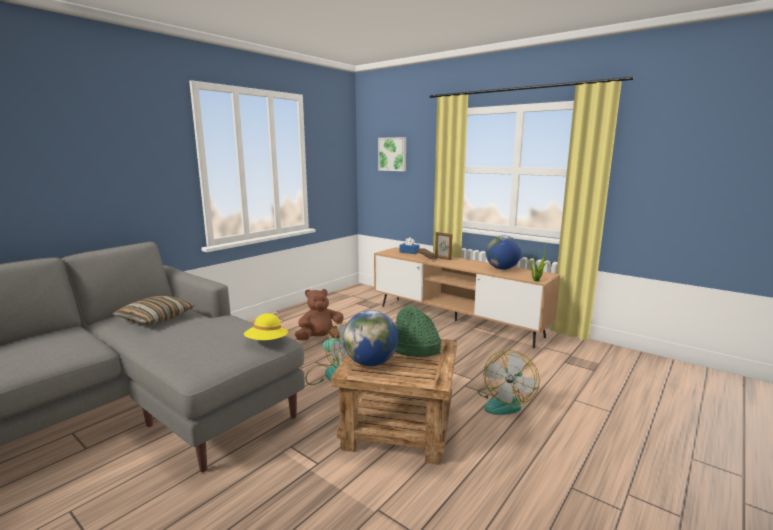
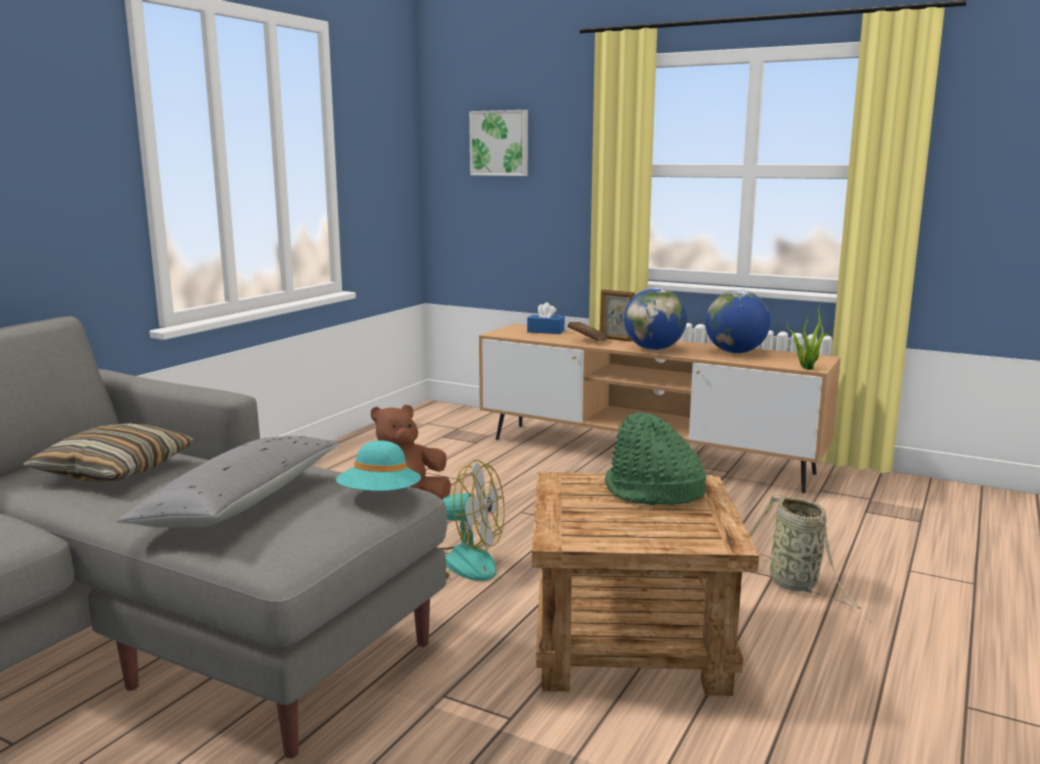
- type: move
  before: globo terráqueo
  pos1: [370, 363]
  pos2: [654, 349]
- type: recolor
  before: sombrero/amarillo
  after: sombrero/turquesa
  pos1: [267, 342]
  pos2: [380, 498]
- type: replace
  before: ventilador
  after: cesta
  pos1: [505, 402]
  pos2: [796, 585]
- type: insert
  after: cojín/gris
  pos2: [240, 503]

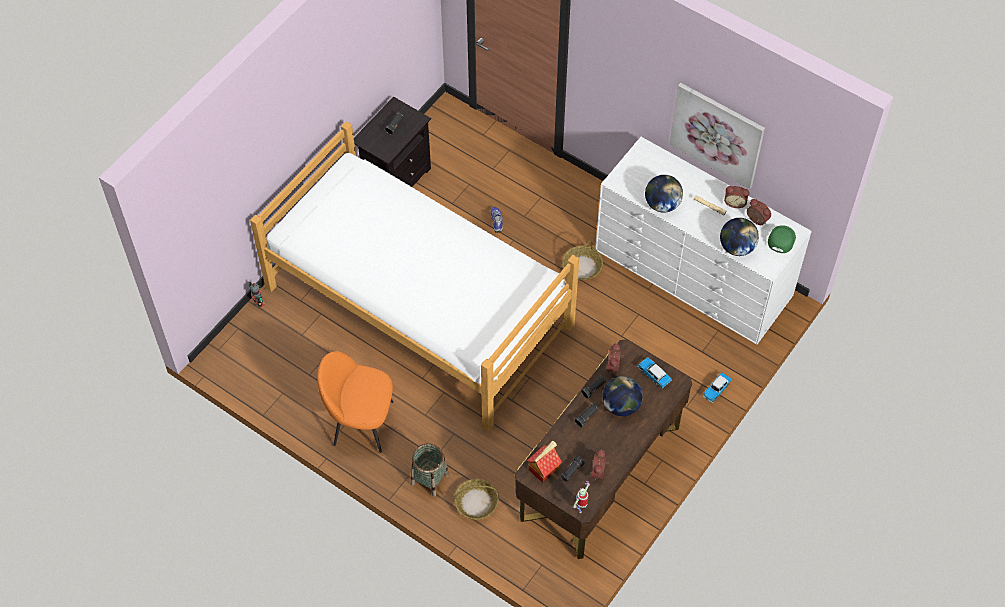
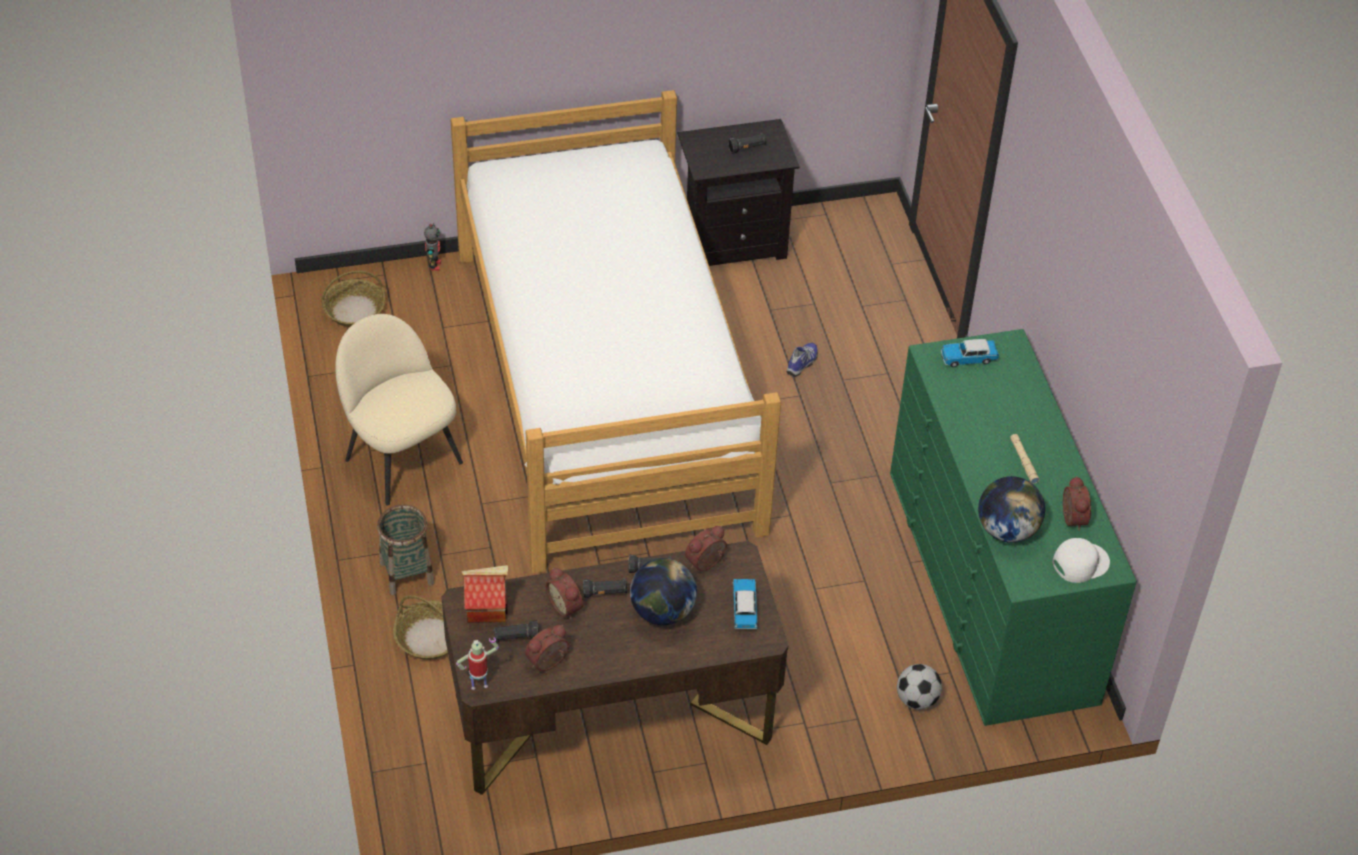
- type: delete
  before: cuadro
  pos1: [717, 134]
- type: recolor
  before: cómoda/blanco
  after: cómoda/verde
  pos1: [693, 273]
  pos2: [991, 585]
- type: delete
  before: globo terráqueo
  pos1: [662, 204]
- type: move
  before: despertador
  pos1: [735, 202]
  pos2: [566, 606]
- type: recolor
  before: gorra/verde
  after: gorra/blanco
  pos1: [781, 239]
  pos2: [1080, 562]
- type: move
  before: cesta
  pos1: [582, 267]
  pos2: [354, 310]
- type: recolor
  before: silla/naranja
  after: silla/beis
  pos1: [361, 422]
  pos2: [402, 459]
- type: move
  before: coche de juguete
  pos1: [716, 389]
  pos2: [968, 358]
- type: insert
  after: balón de fútbol
  pos2: [916, 700]

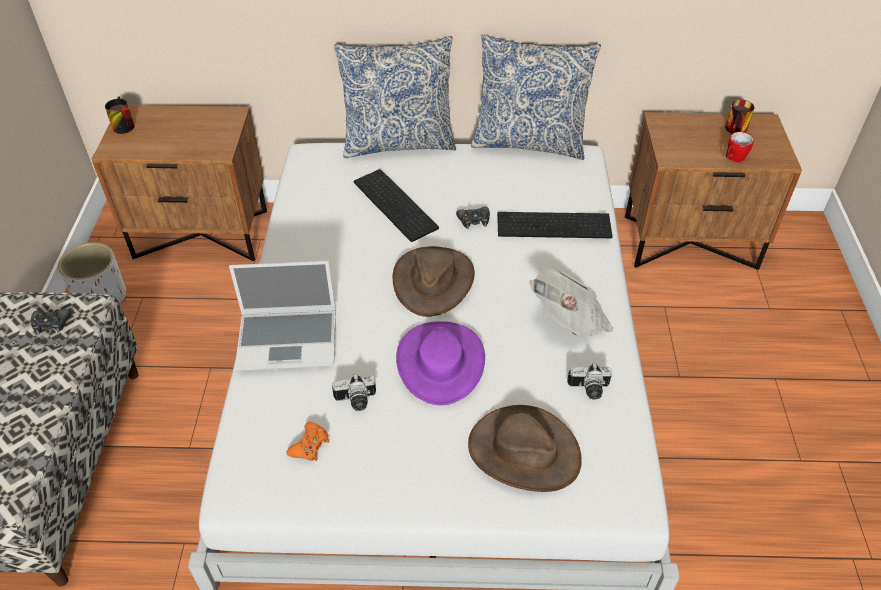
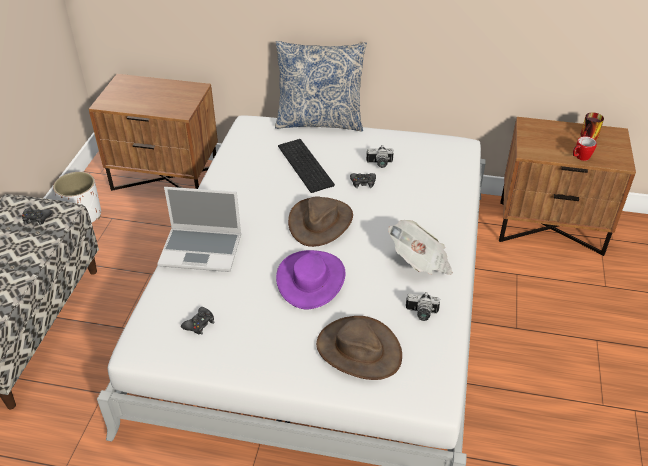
- type: delete
  before: cojín
  pos1: [529, 142]
- type: delete
  before: taza grande
  pos1: [121, 125]
- type: delete
  before: teclado
  pos1: [555, 224]
- type: move
  before: cámara
  pos1: [356, 401]
  pos2: [379, 164]
- type: recolor
  before: mando de consola/naranja
  after: mando de consola/negro
  pos1: [310, 446]
  pos2: [199, 324]

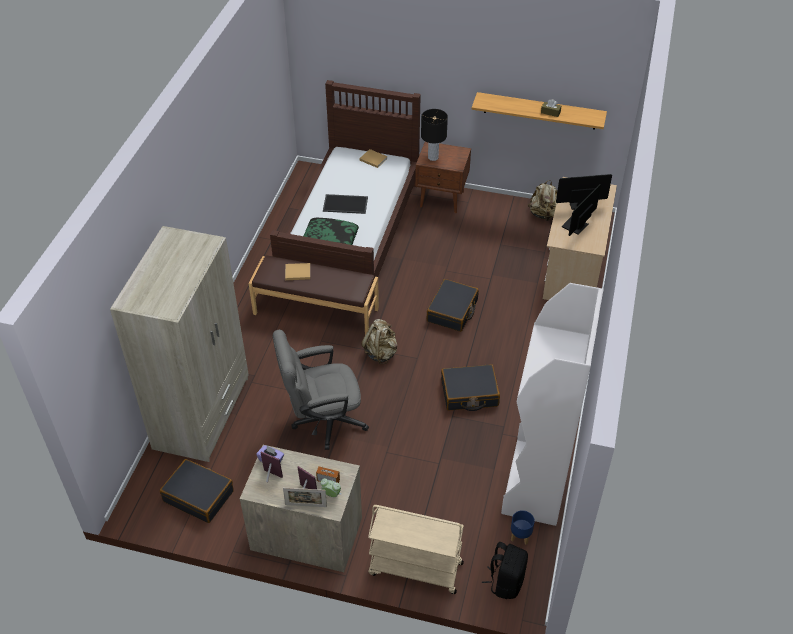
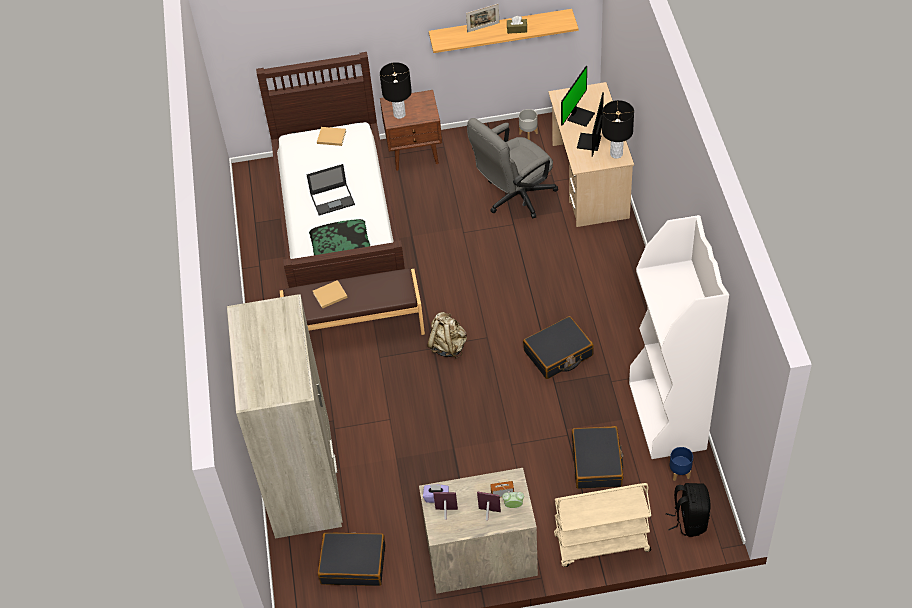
- type: rotate
  before: monitor
  pos1: [578, 203]
  pos2: [580, 116]
  turn: 150
- type: replace
  before: mochila/beis
  after: maceta/gris
  pos1: [543, 214]
  pos2: [528, 133]
- type: replace
  before: bandeja
  after: portátil
  pos1: [346, 204]
  pos2: [333, 199]
- type: move
  before: maleta/negro
  pos1: [452, 311]
  pos2: [597, 463]
- type: move
  before: silla de oficina/gris
  pos1: [322, 421]
  pos2: [514, 198]
- type: move
  before: portarretratos
  pos1: [306, 505]
  pos2: [483, 27]
- type: insert
  after: lámpara de mesa/negro
  pos2: [616, 154]

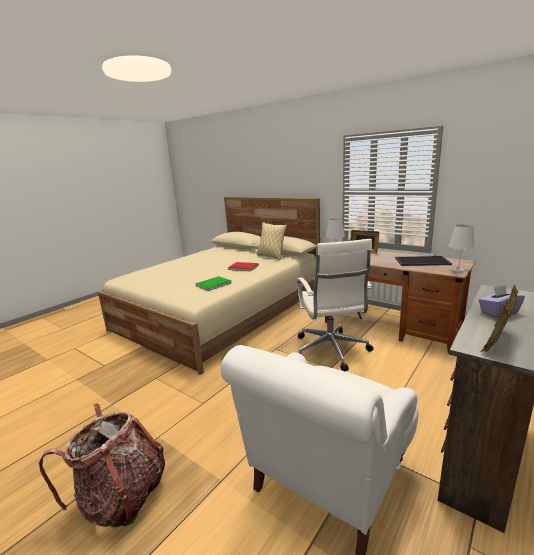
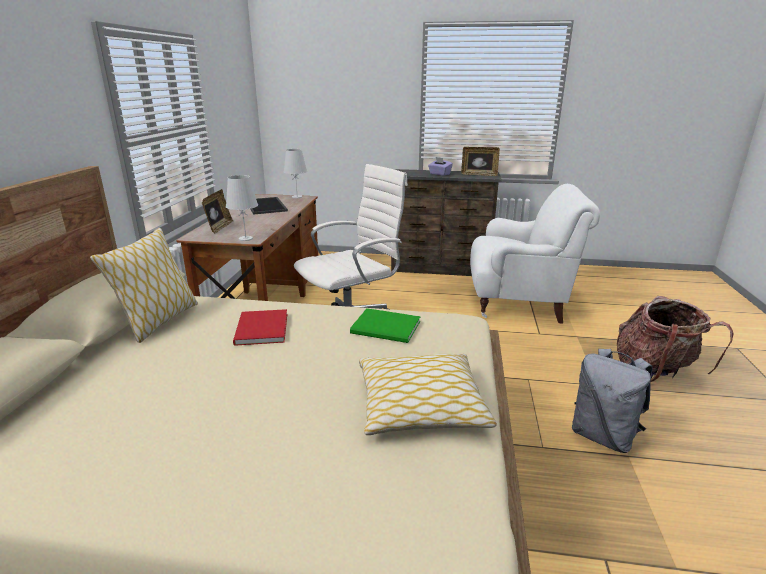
- type: insert
  after: mochila/gris
  pos2: [603, 436]
- type: insert
  after: cojín
  pos2: [420, 406]

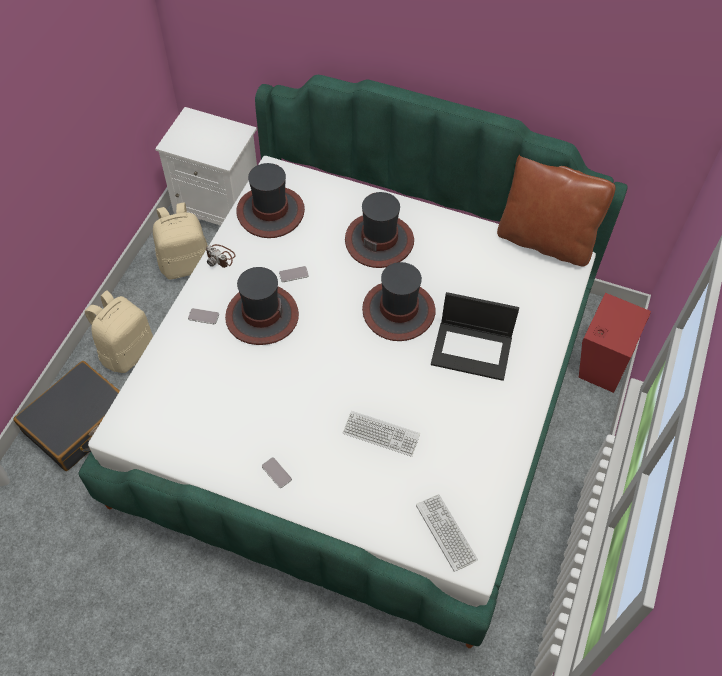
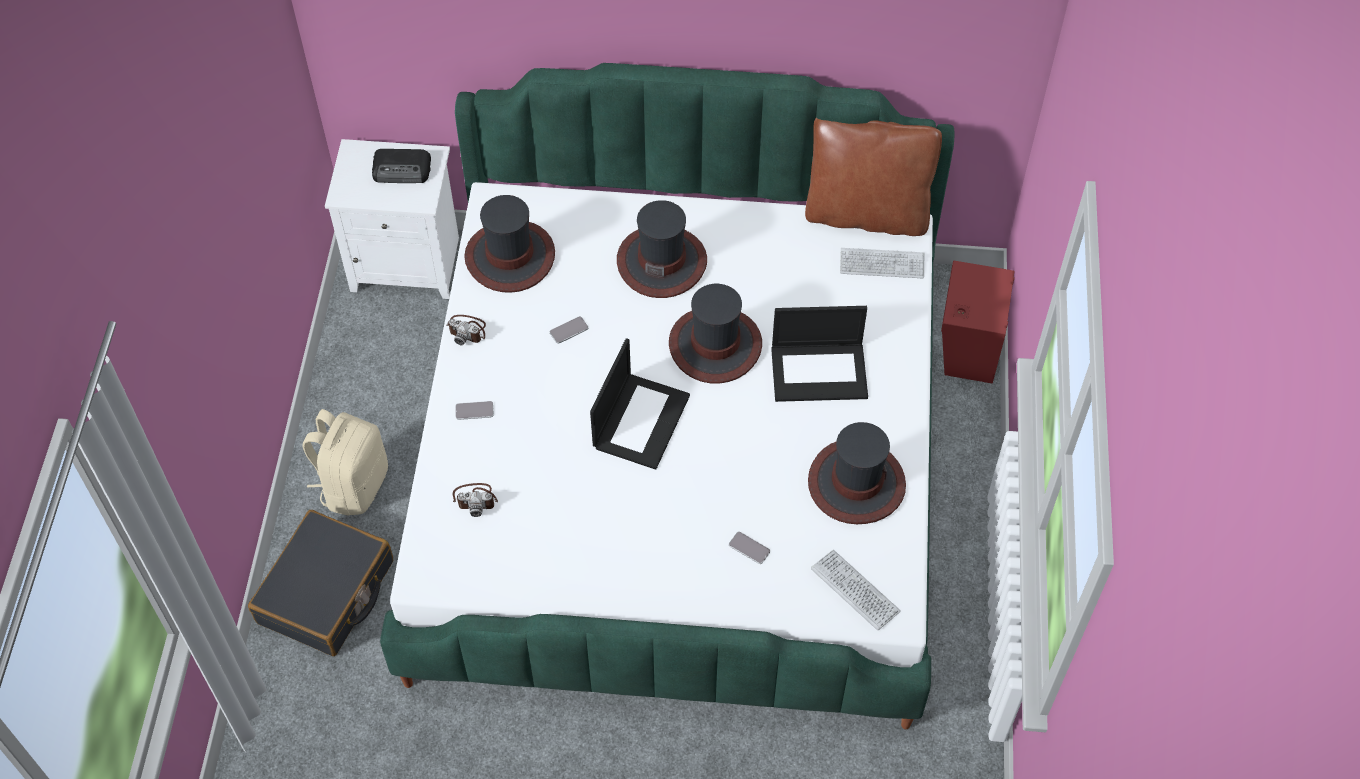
- type: delete
  before: mochila/beis
  pos1: [185, 264]
- type: move
  before: sombrero
  pos1: [261, 316]
  pos2: [856, 483]
- type: move
  before: teclado
  pos1: [381, 434]
  pos2: [882, 264]
- type: move
  before: móvil
  pos1: [276, 473]
  pos2: [749, 548]
- type: insert
  after: radio
  pos2: [402, 169]
- type: insert
  after: portátil
  pos2: [640, 420]
- type: insert
  after: cámara
  pos2: [475, 499]

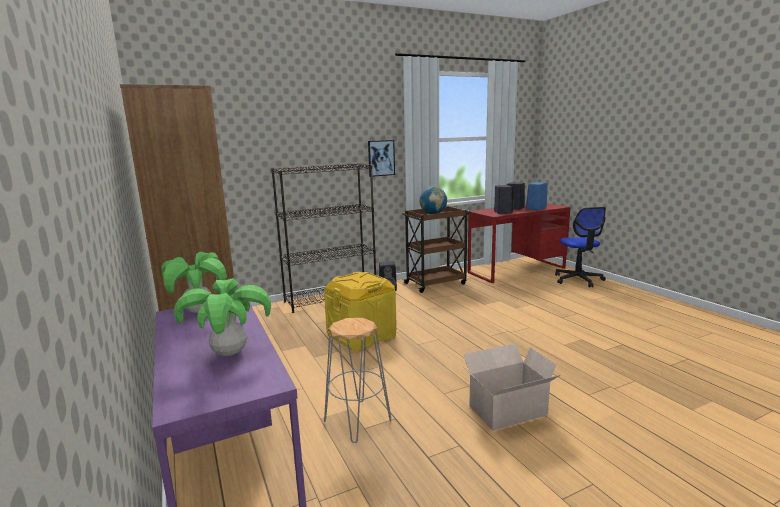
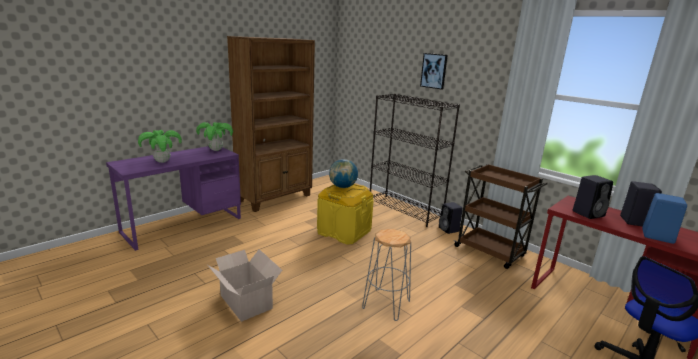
- type: move
  before: cuadro
  pos1: [381, 158]
  pos2: [434, 71]
- type: move
  before: globo terráqueo
  pos1: [433, 214]
  pos2: [343, 187]
- type: move
  before: taburete/gris
  pos1: [358, 421]
  pos2: [386, 305]

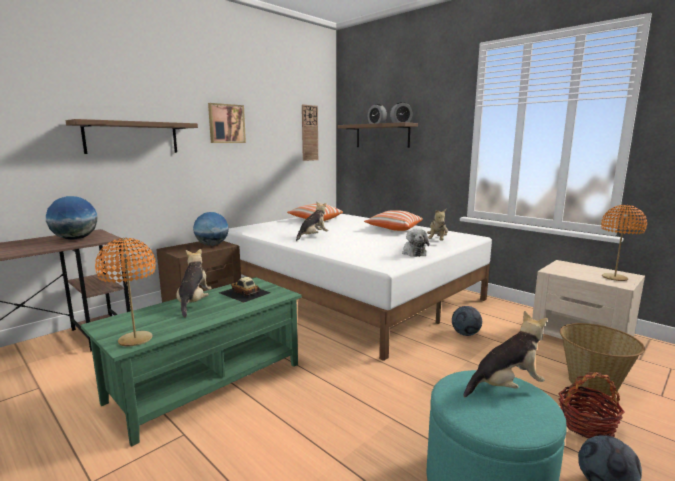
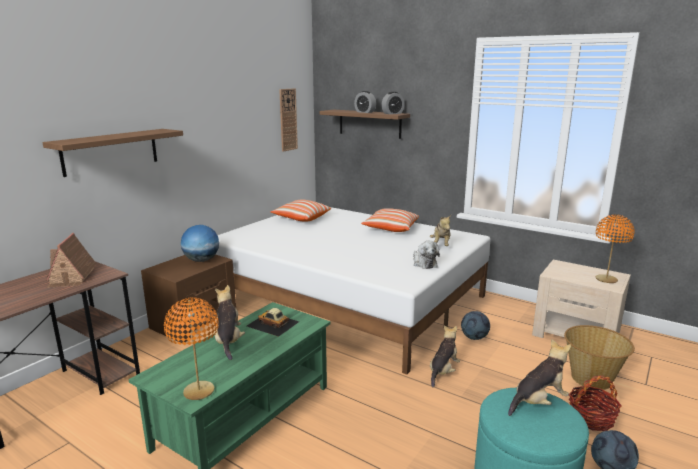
- type: delete
  before: cuadro
  pos1: [226, 123]
- type: replace
  before: globo terráqueo
  after: casita
  pos1: [75, 239]
  pos2: [72, 277]
- type: move
  before: peluche
  pos1: [313, 237]
  pos2: [443, 371]

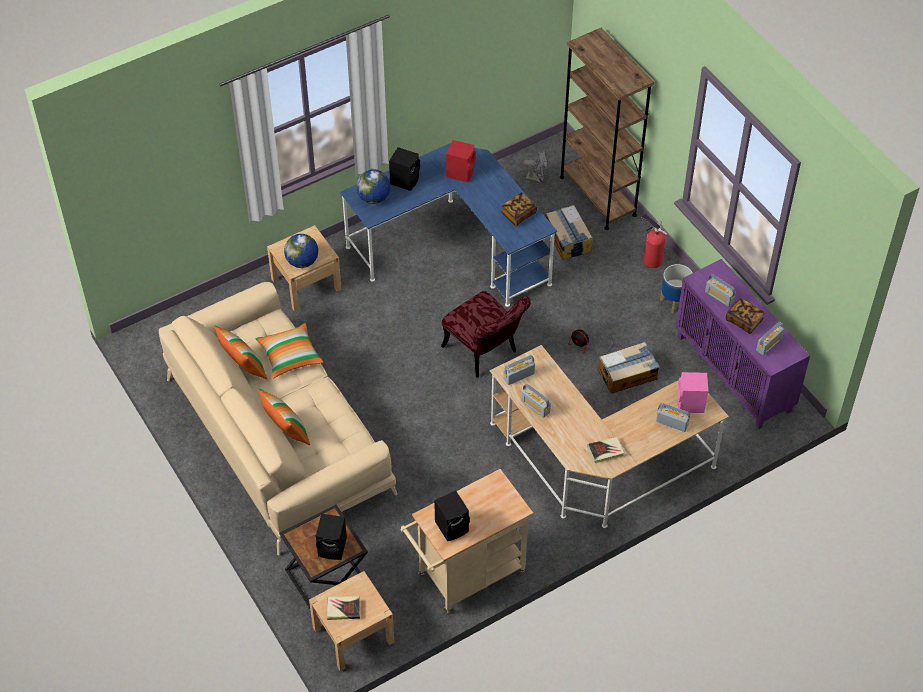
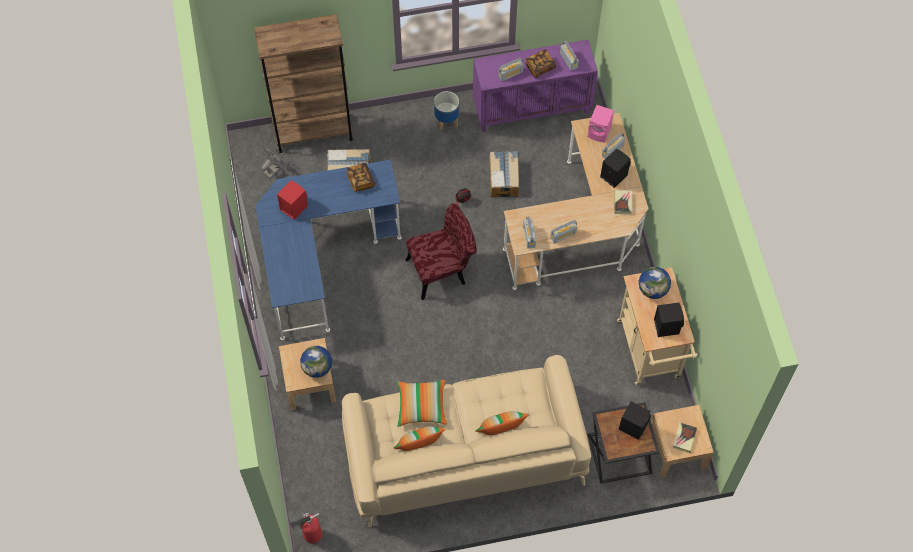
- type: move
  before: altavoz/negro
  pos1: [405, 180]
  pos2: [613, 175]
- type: move
  before: globo terráqueo
  pos1: [374, 198]
  pos2: [652, 290]
- type: move
  before: extintor
  pos1: [651, 260]
  pos2: [310, 535]

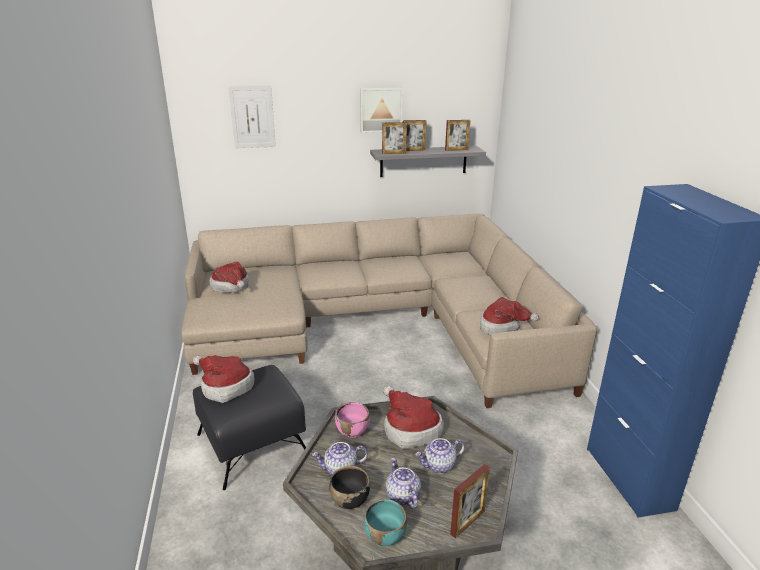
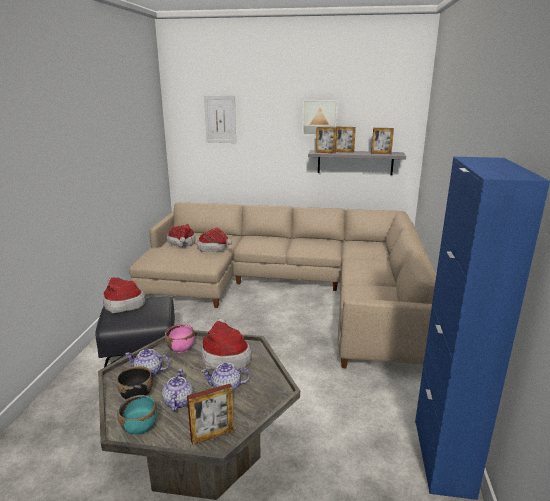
- type: move
  before: sombrero
  pos1: [502, 327]
  pos2: [214, 248]

